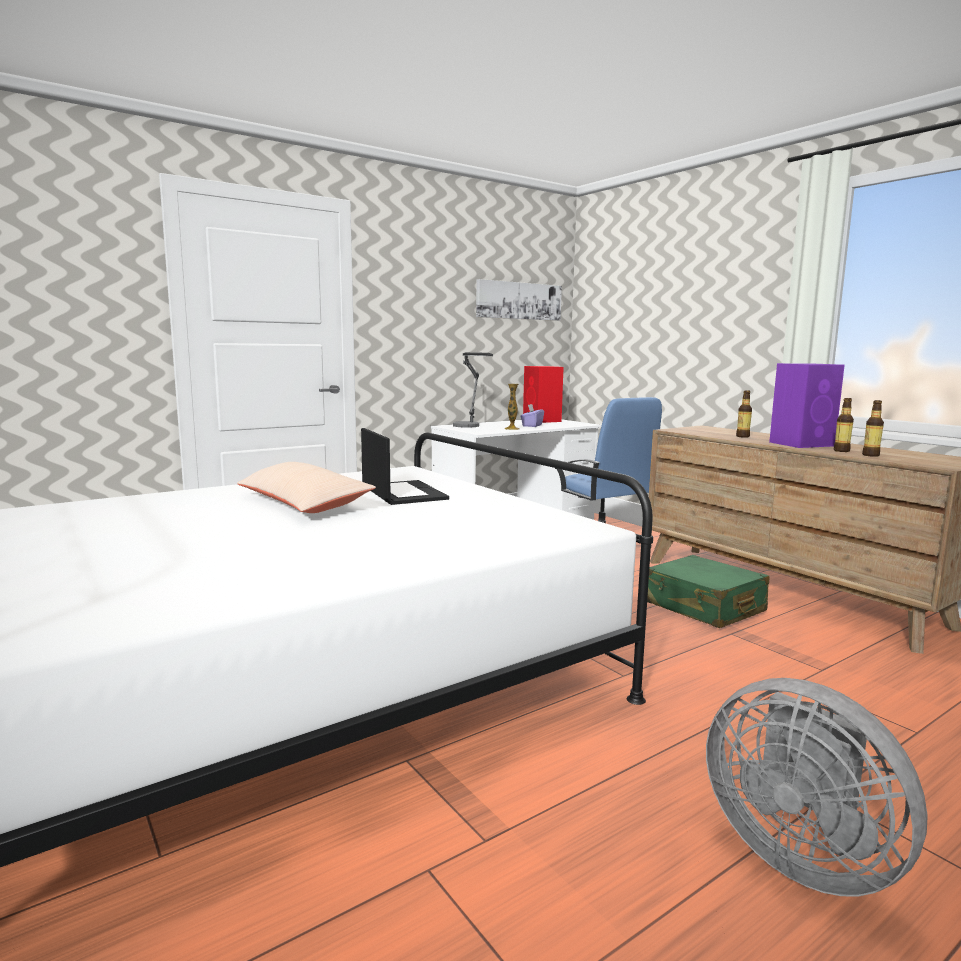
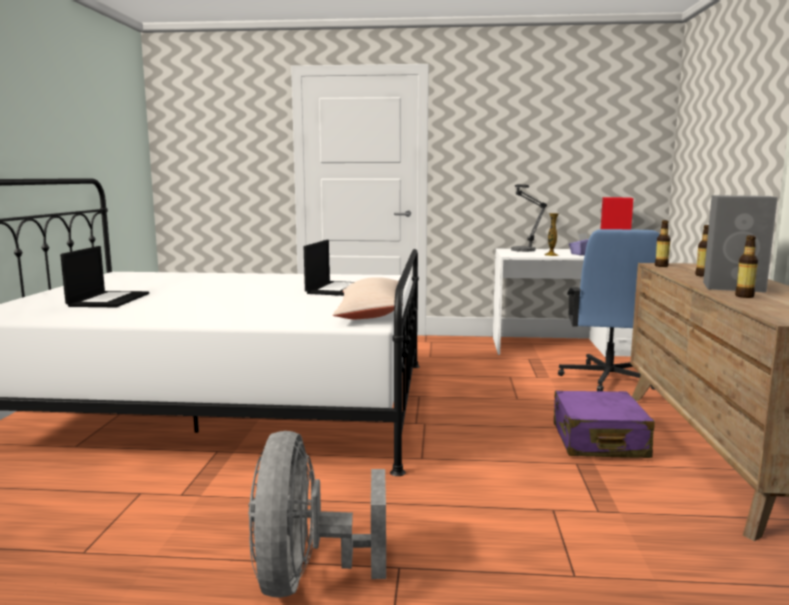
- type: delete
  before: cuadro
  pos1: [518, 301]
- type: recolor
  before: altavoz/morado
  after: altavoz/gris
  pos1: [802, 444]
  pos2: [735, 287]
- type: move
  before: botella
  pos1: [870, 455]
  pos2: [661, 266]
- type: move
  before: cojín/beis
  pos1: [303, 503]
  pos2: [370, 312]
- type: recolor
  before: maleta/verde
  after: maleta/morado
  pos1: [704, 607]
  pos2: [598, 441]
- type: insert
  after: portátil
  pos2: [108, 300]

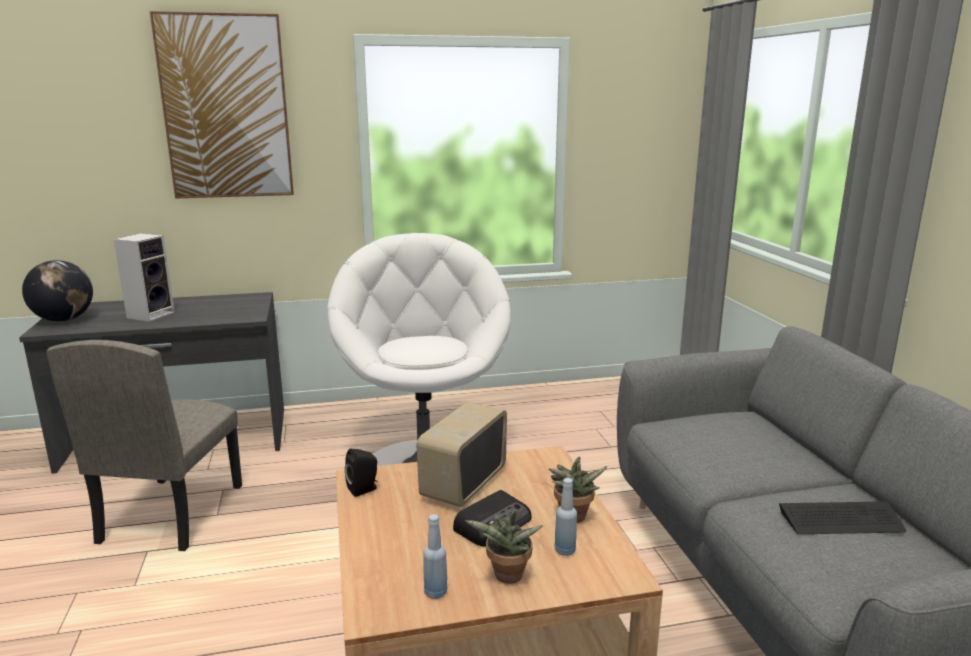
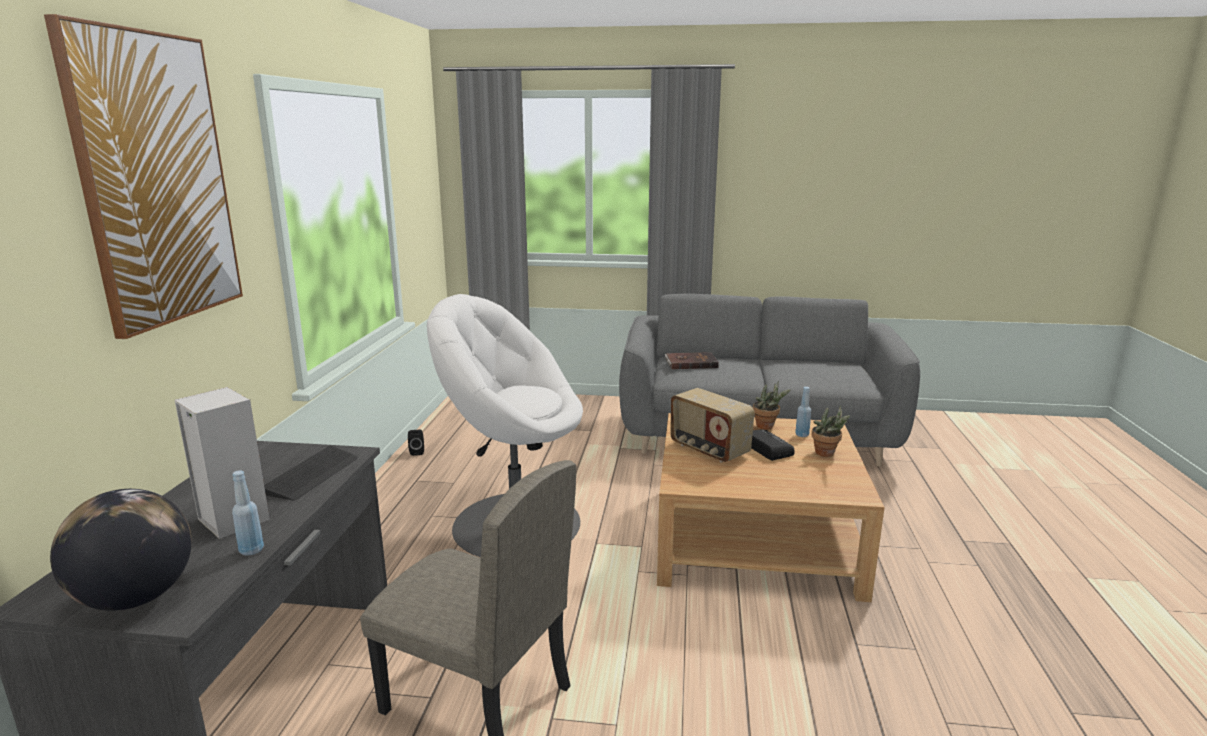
- type: move
  before: altavoz/negro
  pos1: [364, 489]
  pos2: [417, 452]
- type: move
  before: teclado
  pos1: [841, 520]
  pos2: [311, 475]
- type: move
  before: botella/azul
  pos1: [435, 592]
  pos2: [251, 550]
- type: insert
  after: libro/marrón
  pos2: [690, 363]

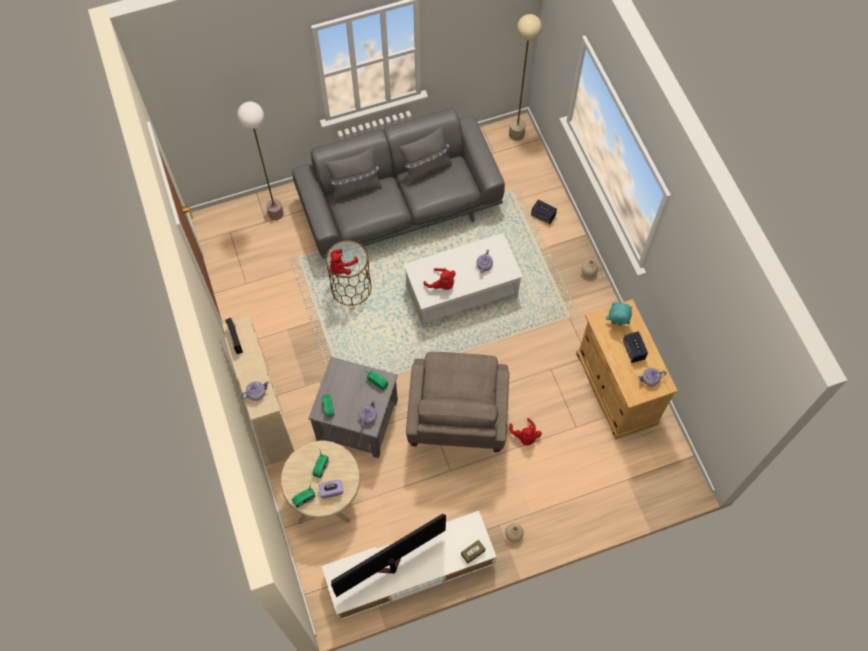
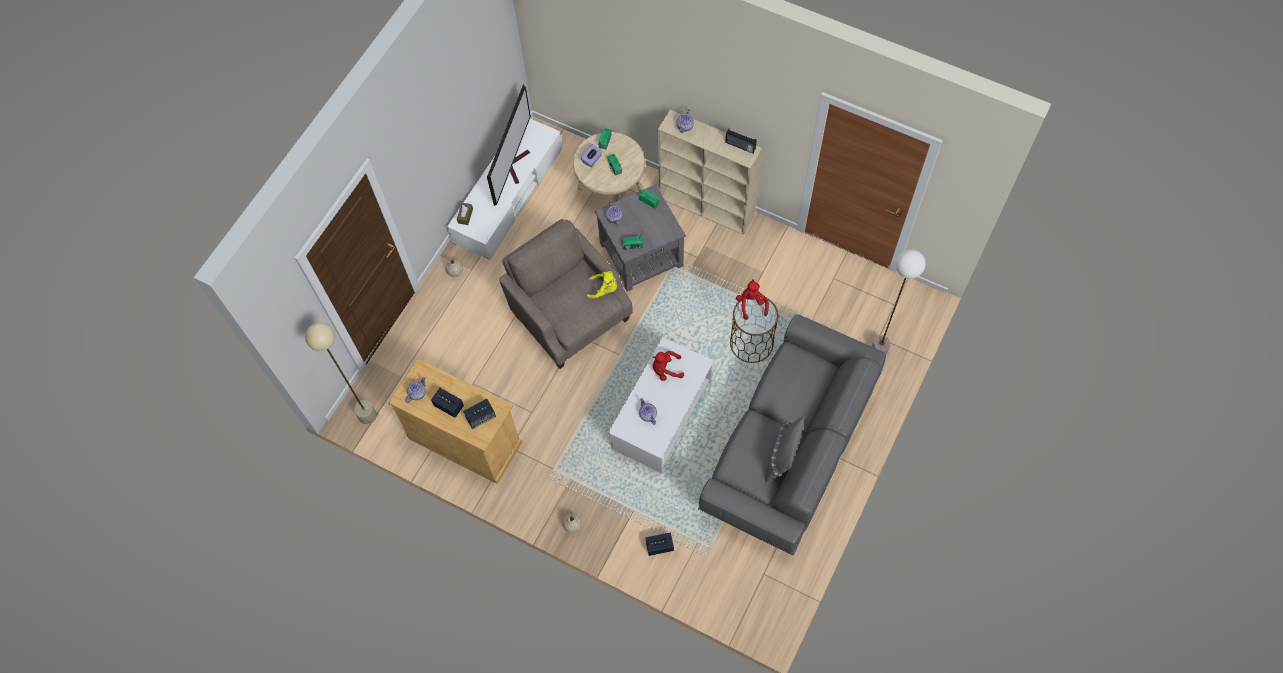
- type: move
  before: lámpara de pie/beis
  pos1: [516, 134]
  pos2: [367, 415]
- type: delete
  before: cojín/gris
  pos1: [355, 188]
- type: replace
  before: peluche/turquesa
  after: altavoz
  pos1: [616, 324]
  pos2: [481, 417]
- type: delete
  before: peluche/rojo
  pos1: [525, 436]
- type: insert
  after: peluche/amarillo
  pos2: [604, 289]

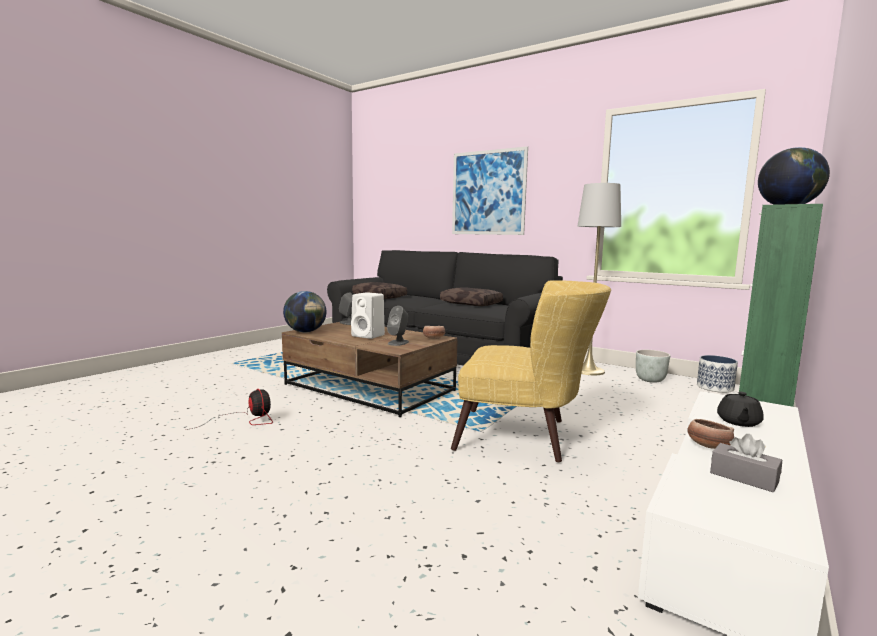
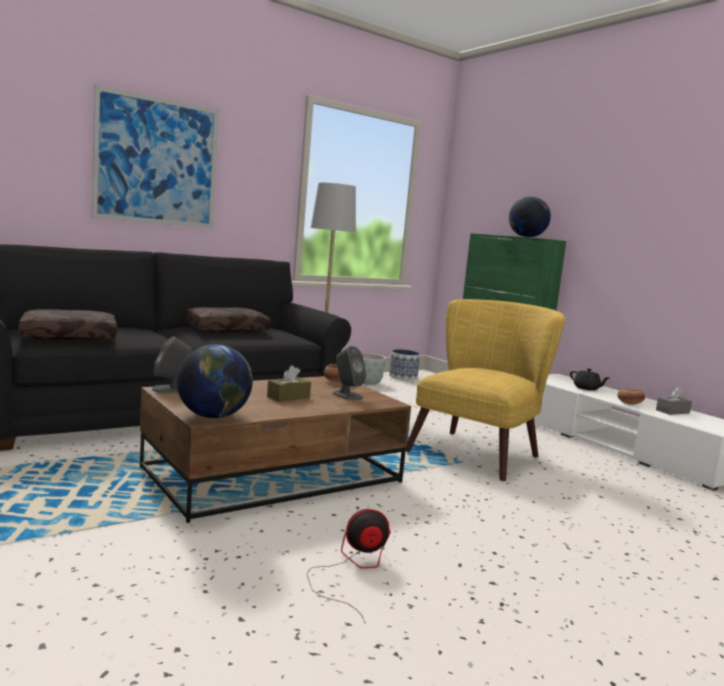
- type: replace
  before: altavoz/blanco
  after: caja de pañuelos/marrón
  pos1: [369, 336]
  pos2: [288, 397]

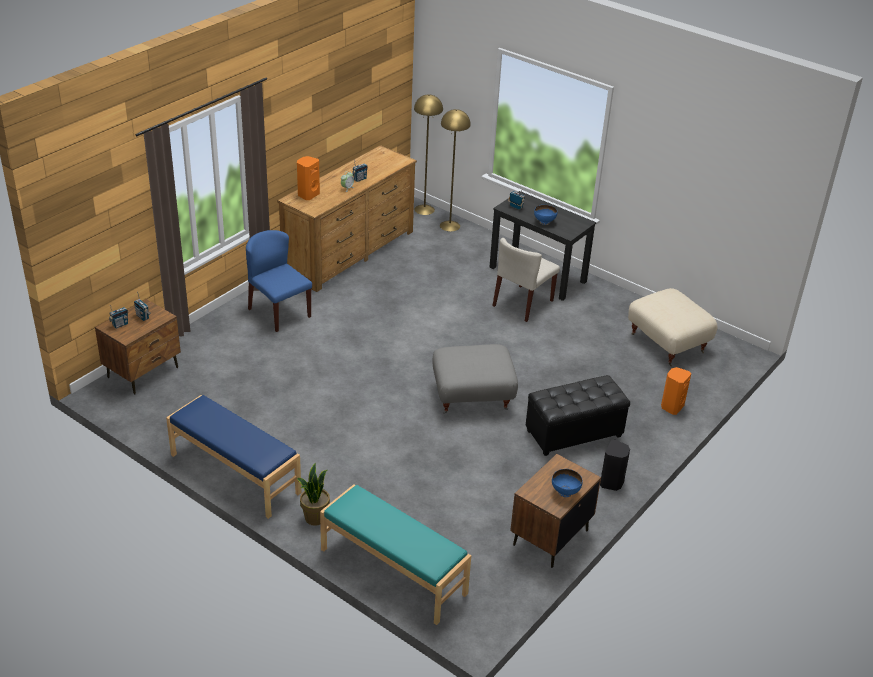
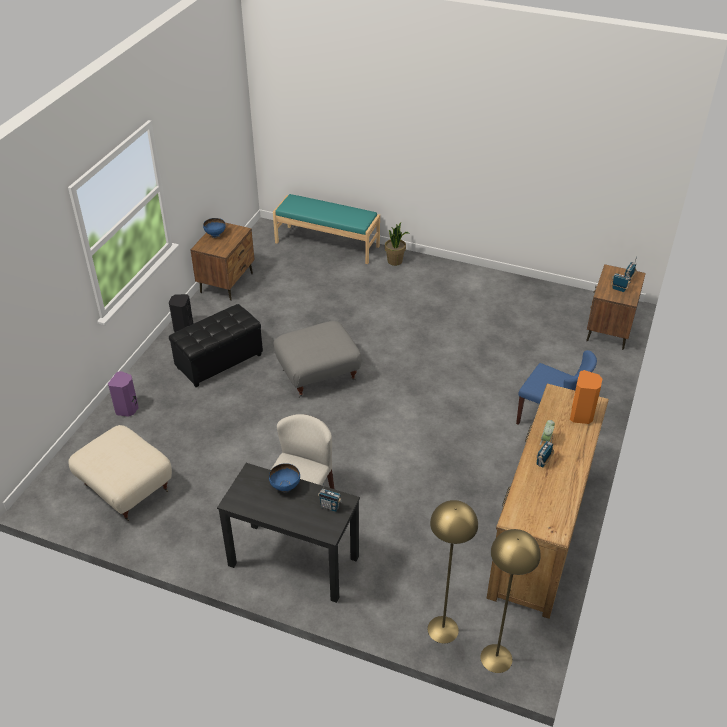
- type: recolor
  before: altavoz/naranja
  after: altavoz/morado
  pos1: [671, 407]
  pos2: [128, 409]
- type: delete
  before: banco/azul
  pos1: [234, 474]

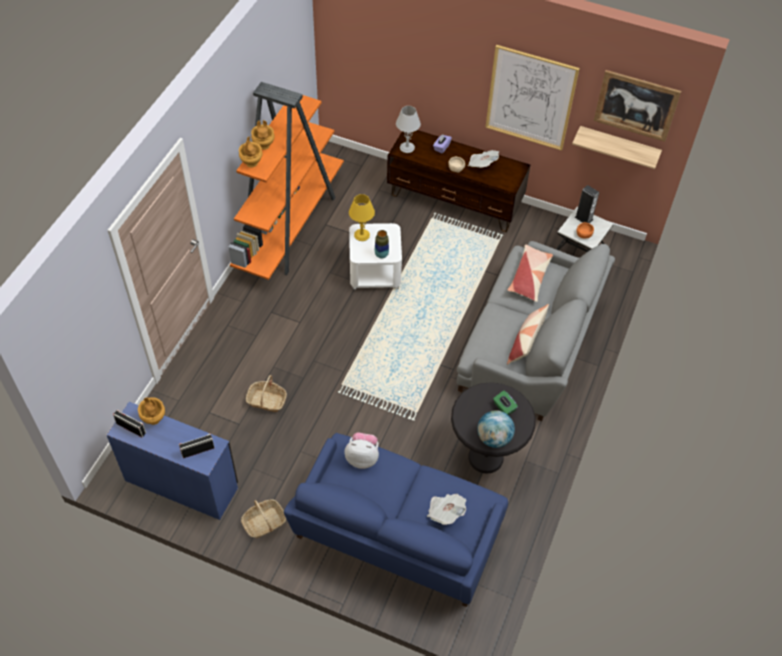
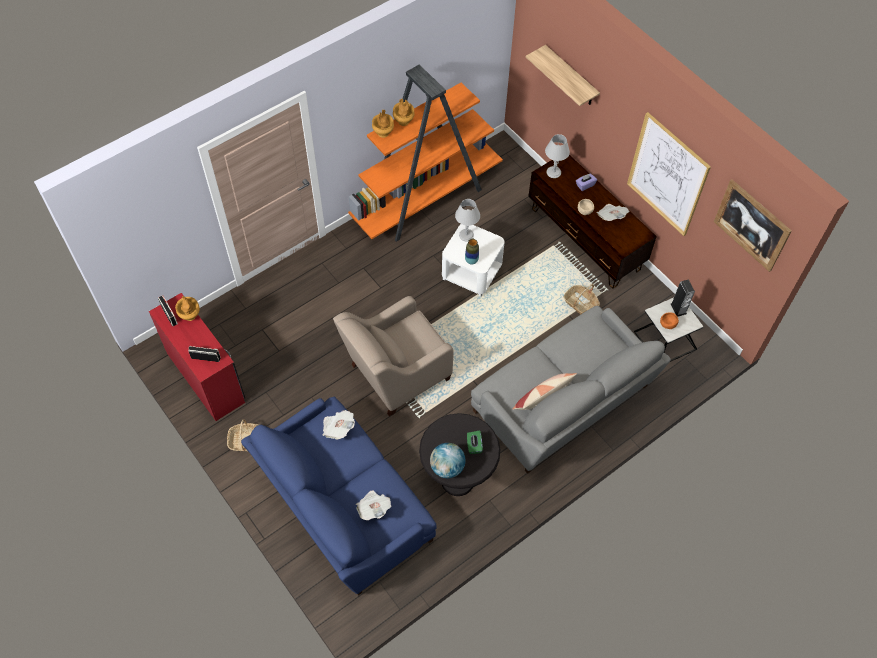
- type: move
  before: estante
  pos1: [618, 146]
  pos2: [570, 77]
- type: recolor
  before: lámpara de mesa/amarillo
  after: lámpara de mesa/gris
  pos1: [362, 235]
  pos2: [466, 235]
- type: delete
  before: cojín
  pos1: [529, 277]
- type: move
  before: cesta
  pos1: [267, 401]
  pos2: [580, 304]
- type: recolor
  before: escritorio/azul
  after: escritorio/rojo
  pos1: [182, 482]
  pos2: [207, 376]
- type: replace
  before: peluche
  after: periódico
  pos1: [362, 457]
  pos2: [338, 428]
- type: insert
  after: sillón/beis
  pos2: [397, 374]

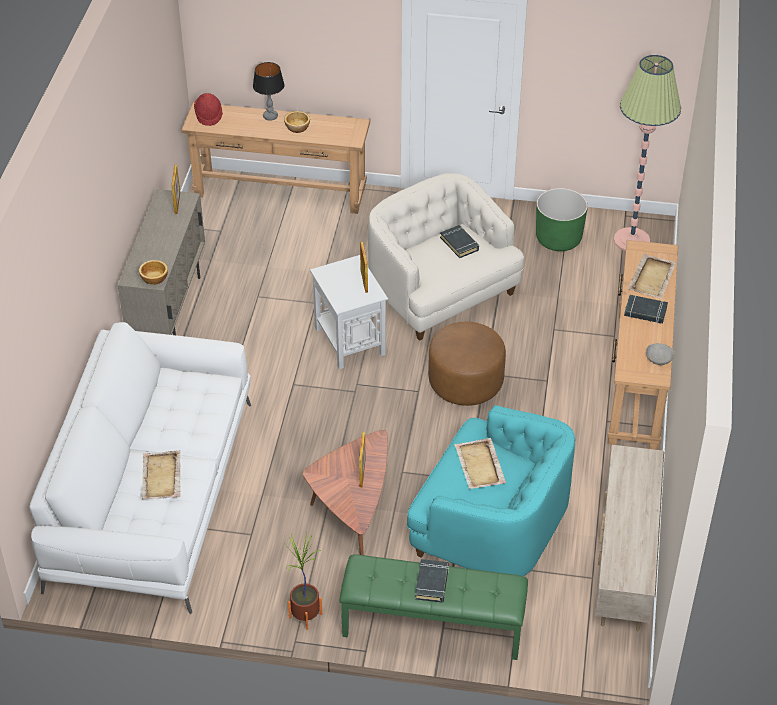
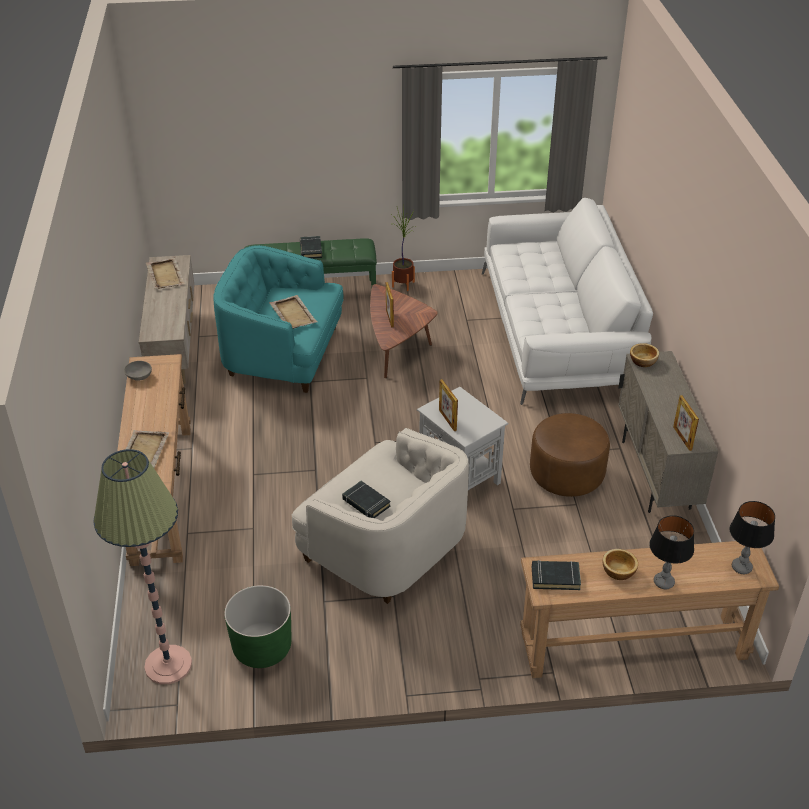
- type: replace
  before: sombrero/rojo
  after: lámpara de mesa
  pos1: [208, 115]
  pos2: [741, 567]
- type: move
  before: libro/negro
  pos1: [645, 312]
  pos2: [555, 577]
- type: move
  before: puf/marrón
  pos1: [465, 382]
  pos2: [566, 474]
- type: move
  before: bandeja/beis
  pos1: [161, 477]
  pos2: [165, 275]

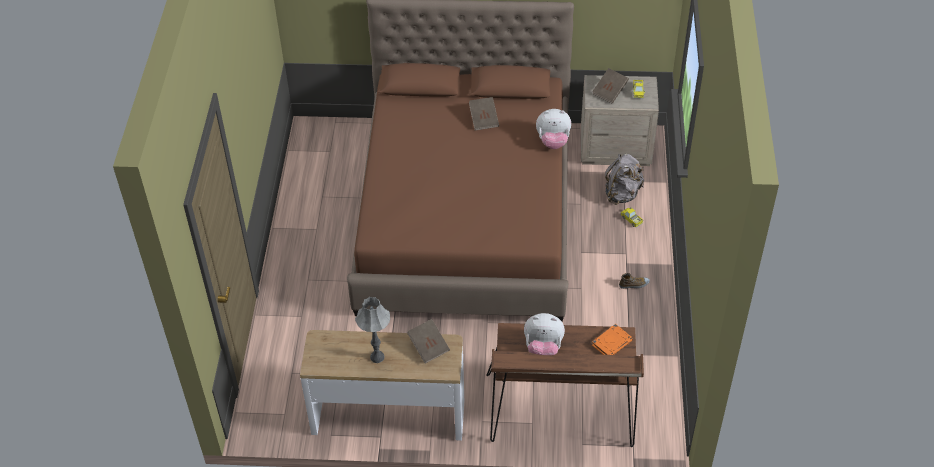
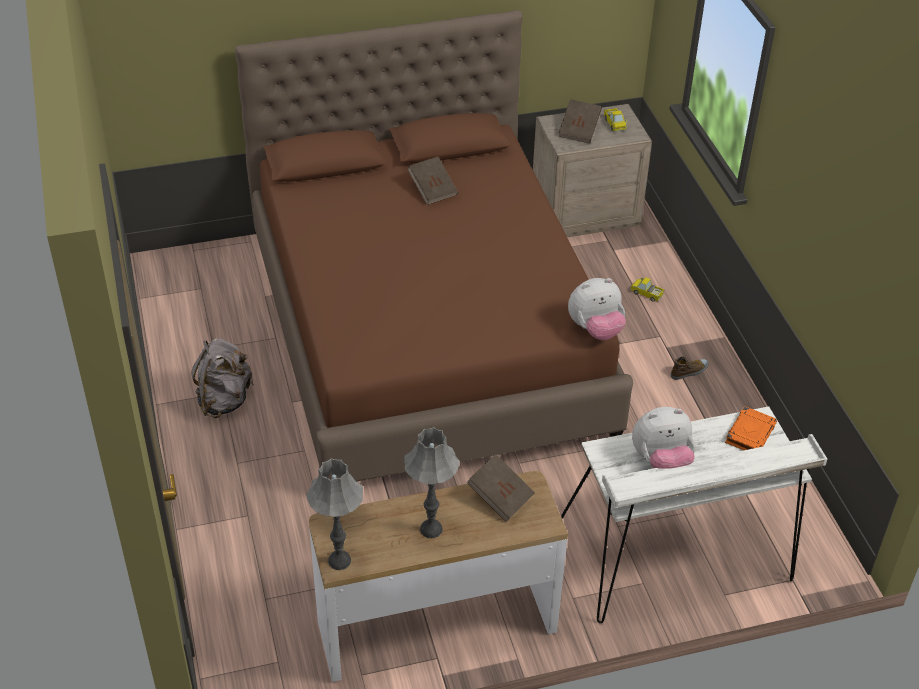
- type: move
  before: peluche
  pos1: [553, 141]
  pos2: [595, 330]
- type: move
  before: mochila/gris
  pos1: [622, 194]
  pos2: [224, 400]
- type: recolor
  before: escritorio/marrón
  after: escritorio/blanco
  pos1: [561, 413]
  pos2: [676, 559]
- type: insert
  after: lámpara de mesa/gris
  pos2: [339, 561]

